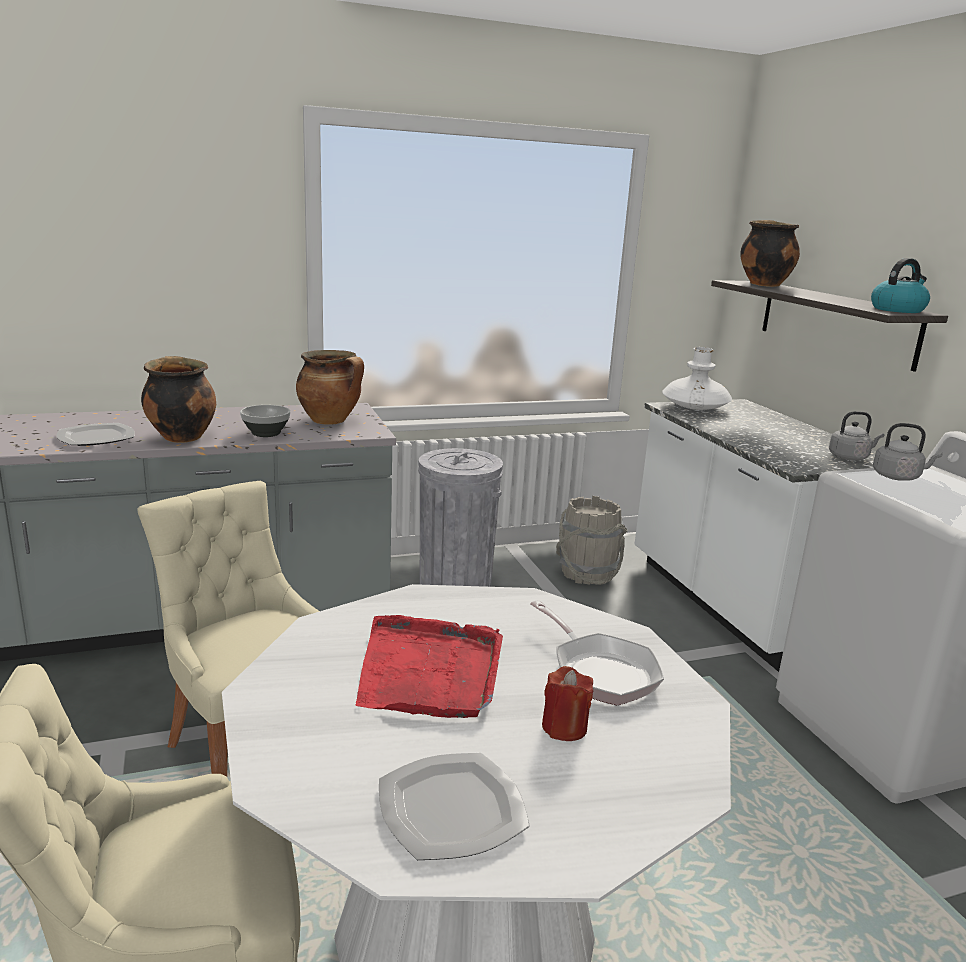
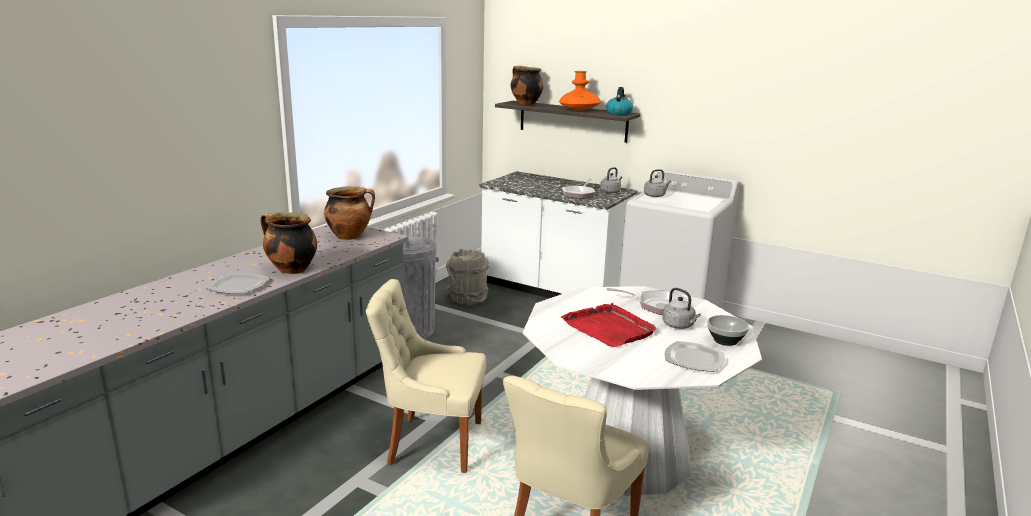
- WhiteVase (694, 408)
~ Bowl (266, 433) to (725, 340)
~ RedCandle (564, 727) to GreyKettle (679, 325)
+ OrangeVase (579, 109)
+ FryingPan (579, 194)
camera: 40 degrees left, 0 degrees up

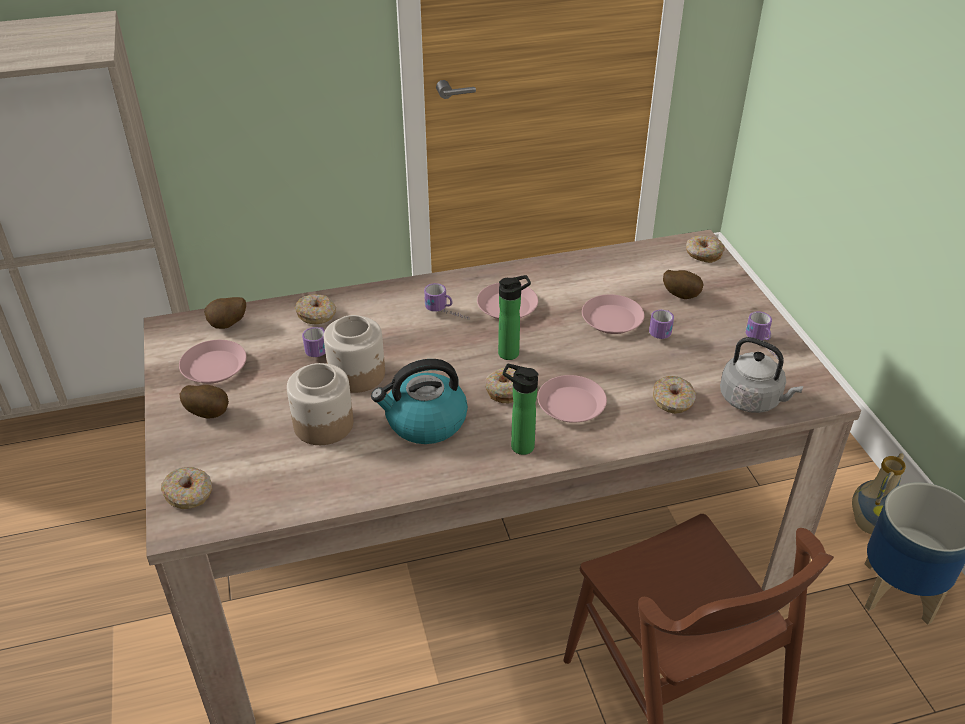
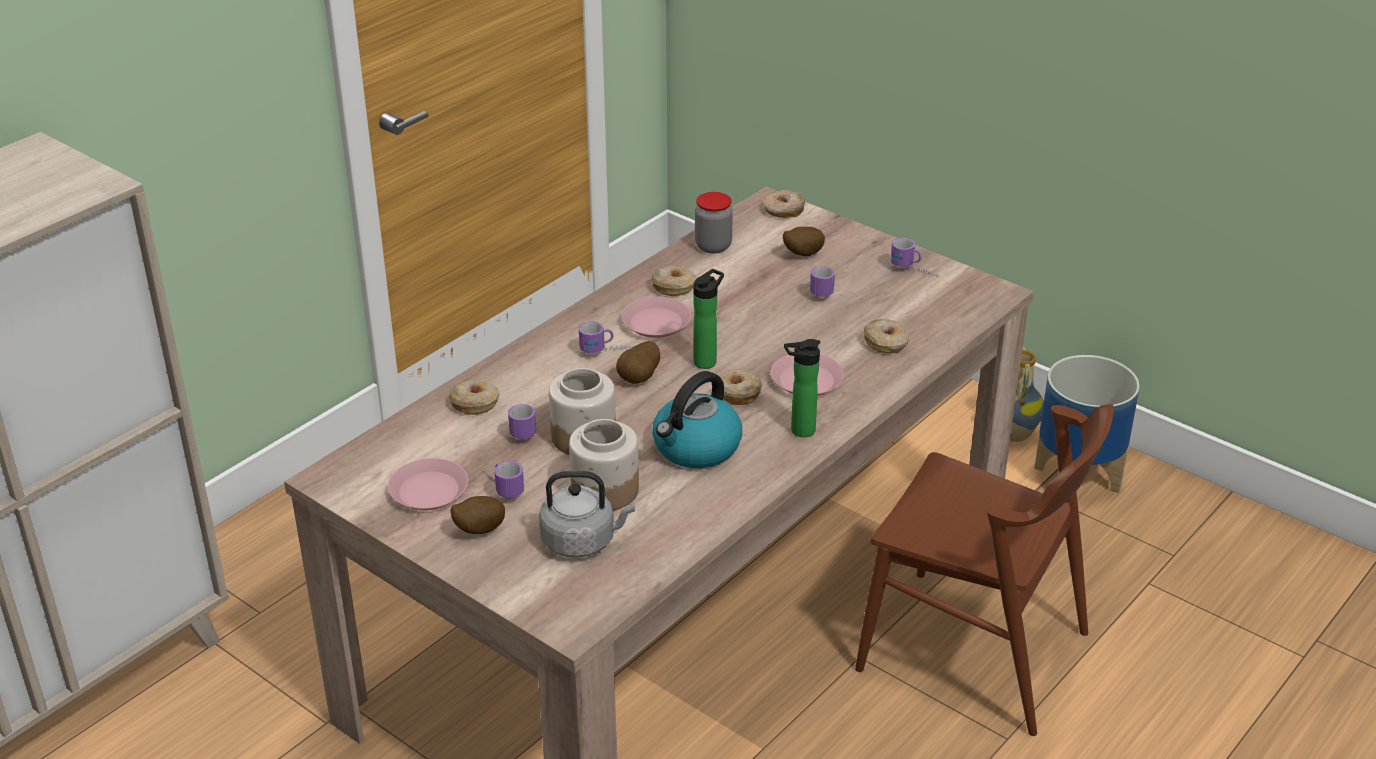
- PinkPlate (612, 319)
~ Potato (228, 326) to (640, 379)
~ GreyKettle (752, 400) to (582, 541)
~ Donut (189, 494) to (674, 287)
+ Jar (713, 246)
+ Mug (501, 488)
camera: 35 degrees left, 5 degrees down

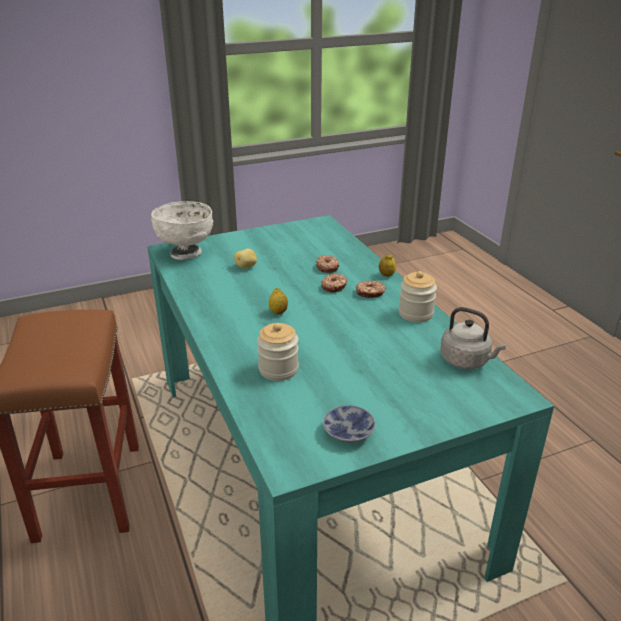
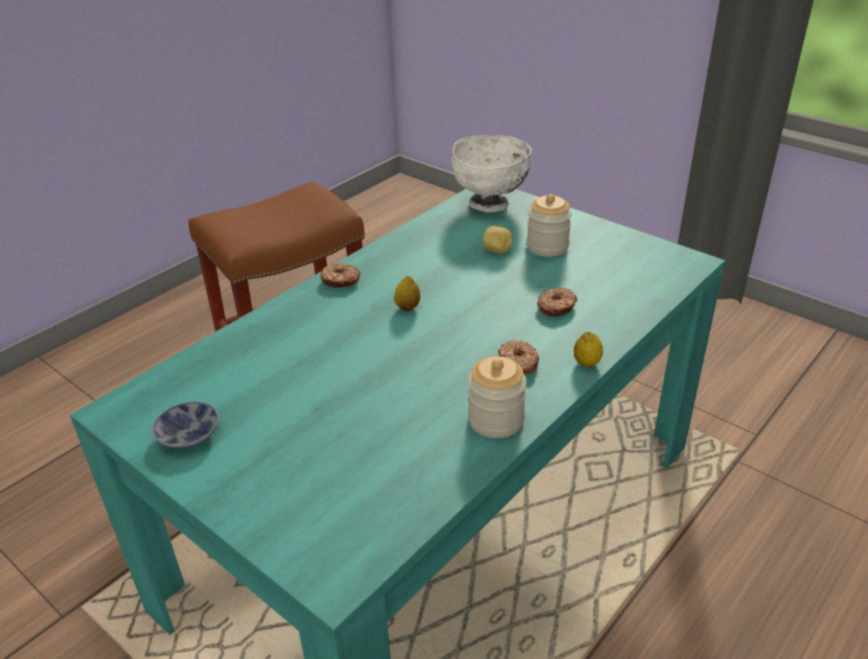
~ Donut (334, 287) to (340, 281)
- GreyKettle (467, 361)
~ Jar (278, 369) to (547, 246)
camera: 65 degrees right, 5 degrees up

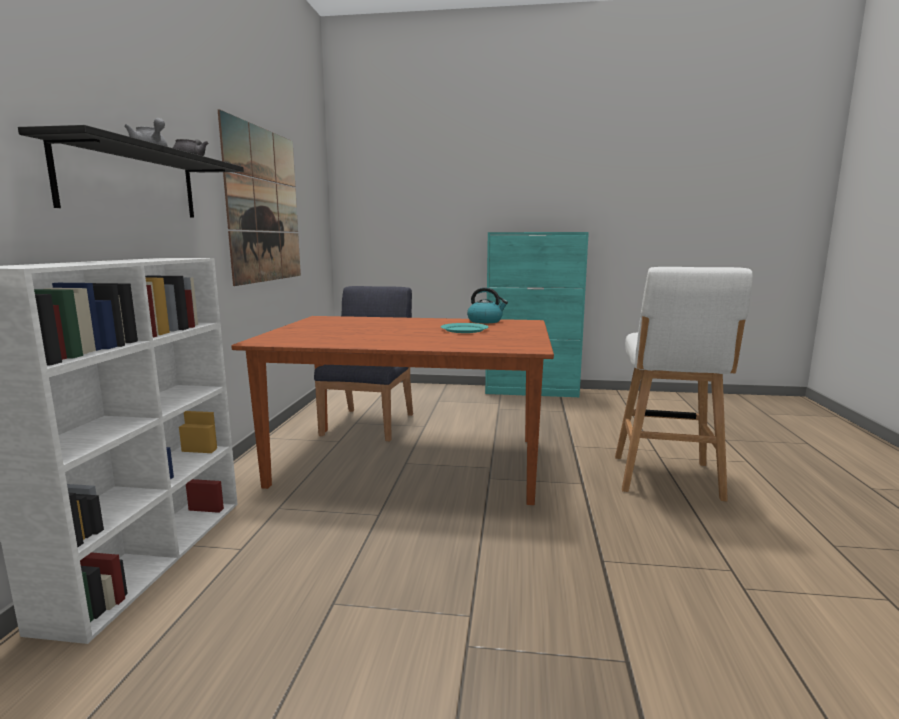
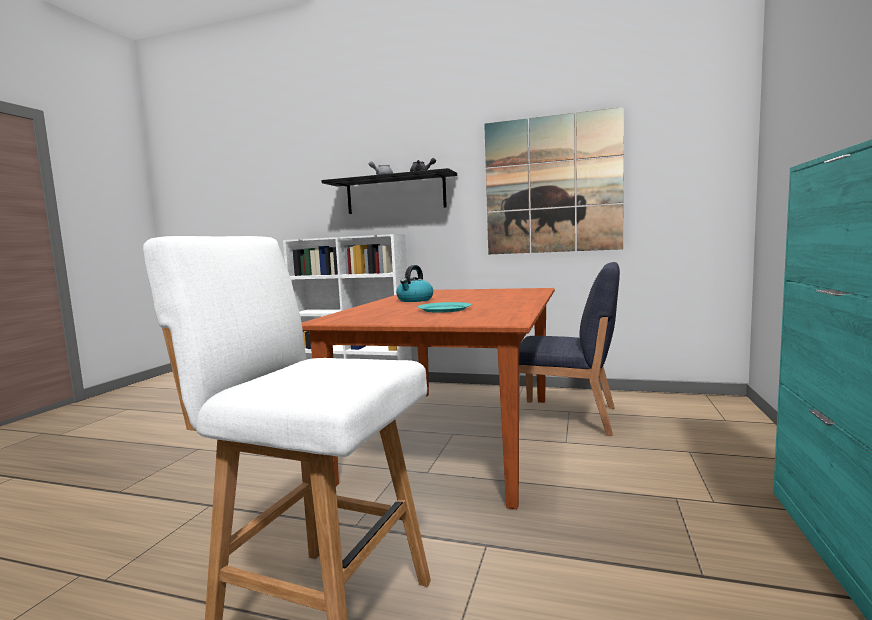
~ Kettle (485, 321) to (415, 300)
camera: 100 degrees right, 5 degrees down

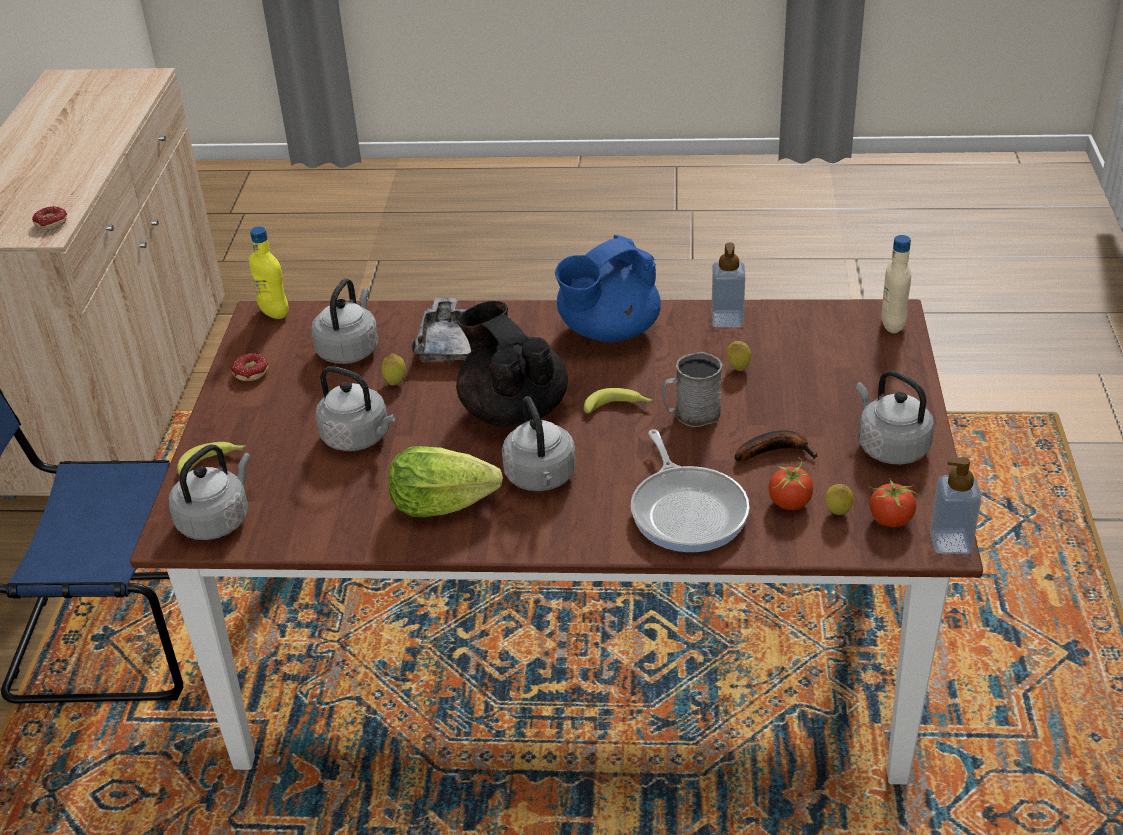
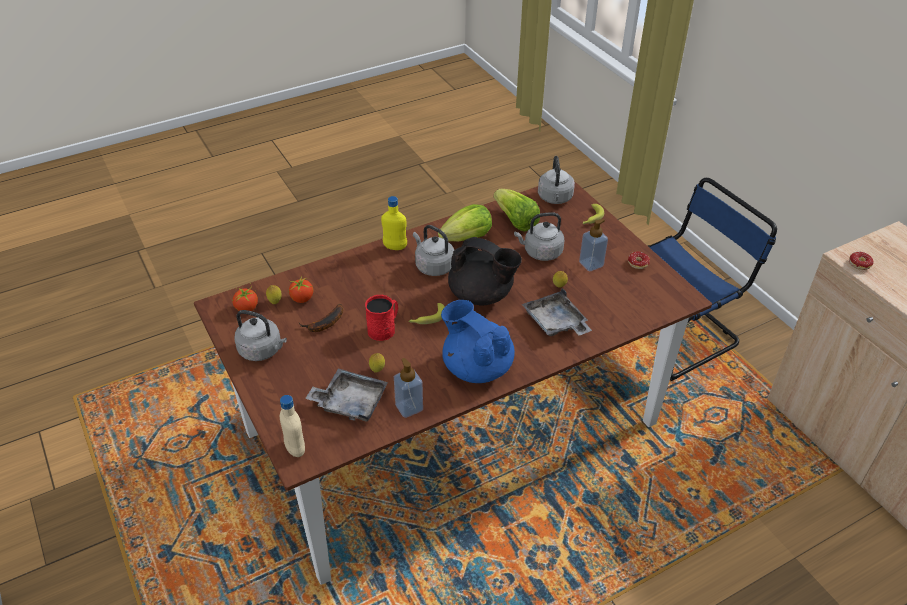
~ YellowBottle (274, 313) to (395, 247)
~ BlueTeapot (607, 331) = (476, 367) 60 degrees counterclockwise
- GreyKettle (349, 349)
~ GreyMug (691, 415) to RedMug (384, 328)
- FryingPan (687, 511)
~ SoapDispenser (950, 542) to (591, 264)
+ Lettuce (515, 221)
+ GreyTray (350, 402)
camera: 145 degrees right, 5 degrees up

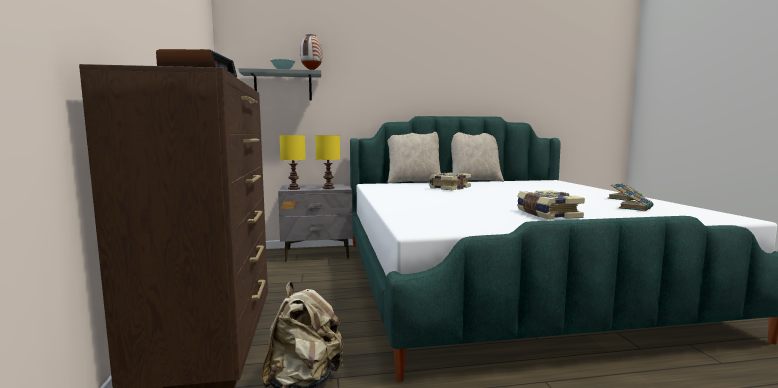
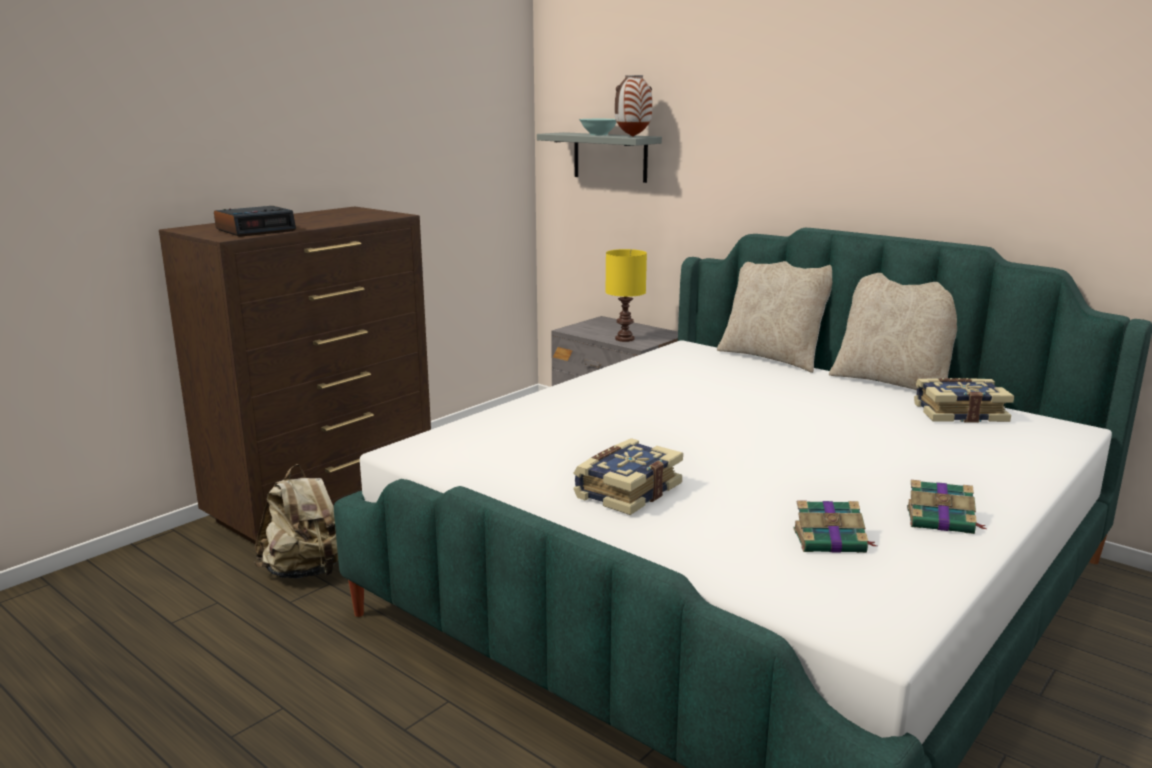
- YellowTableLamp (293, 189)
~ Book (449, 188) to (959, 413)
camera: 50 degrees right, 10 degrees up

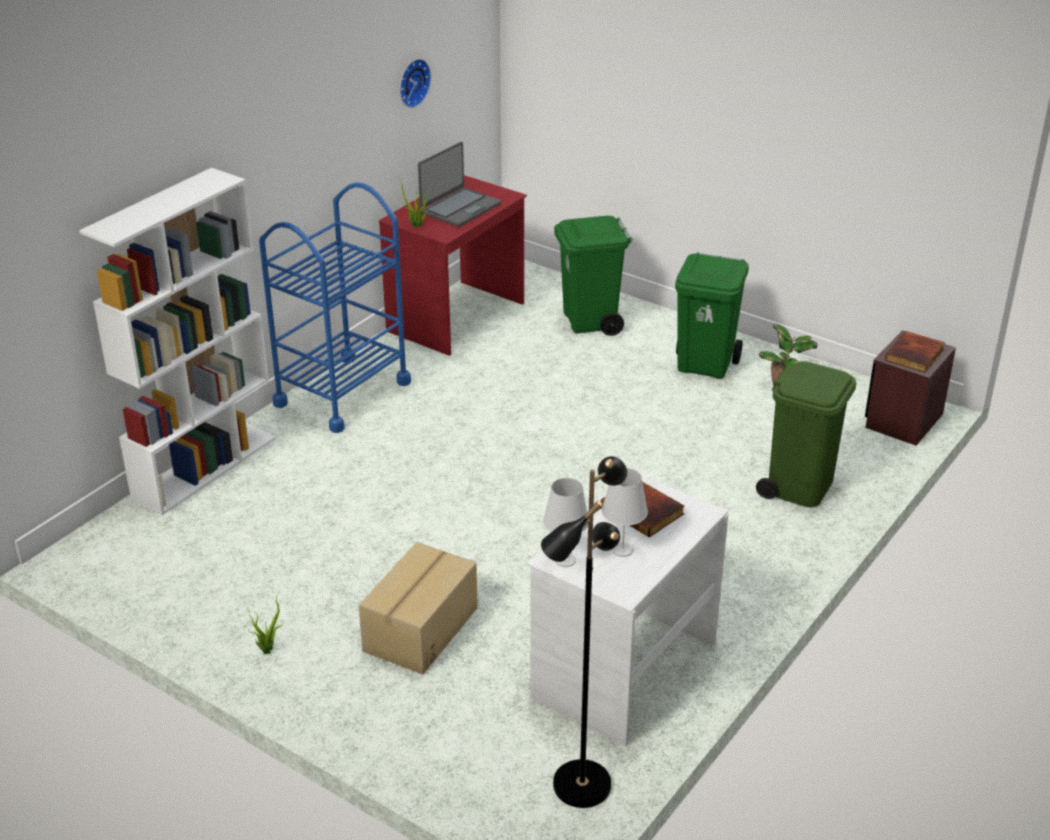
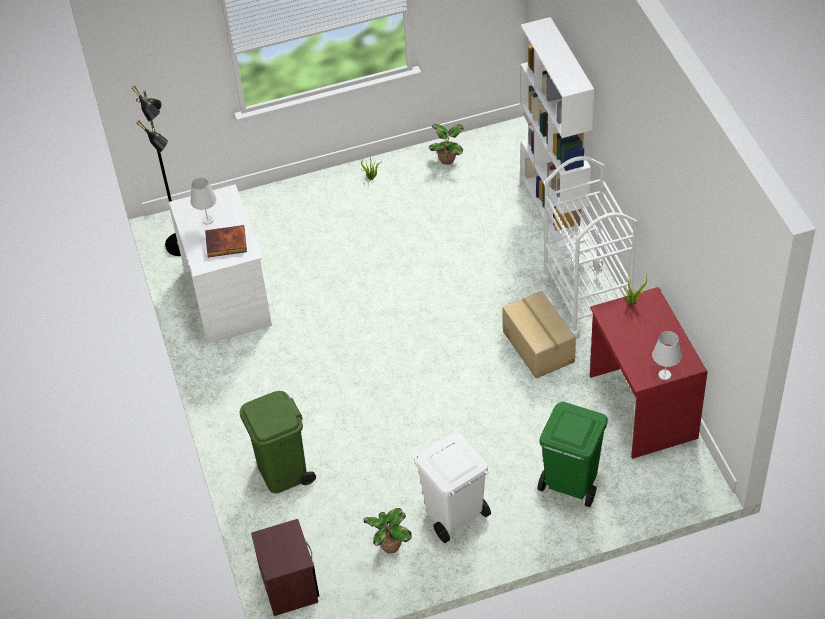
- WallClock (412, 82)
- Laptop (460, 208)
~ BlueCart (342, 393) to WhiteCart (586, 299)
~ GreenTrashCan (705, 365) to WhiteTrashCan (454, 517)
- Book (915, 355)
~ WhiteTableLamp (565, 560) to (664, 374)
~ CardboardBox (419, 629) to (539, 346)
+ PottedPlant (448, 159)
camera: 130 degrees right, 15 degrees up

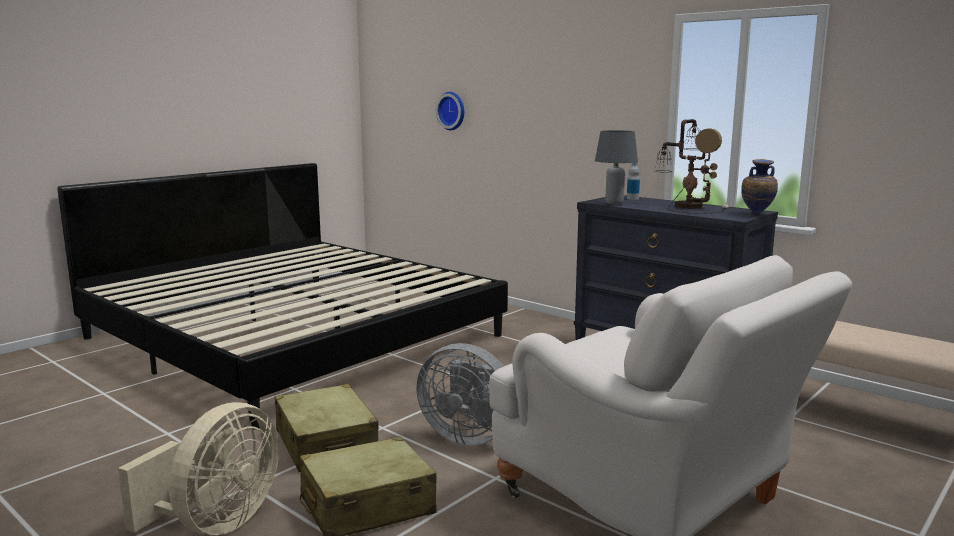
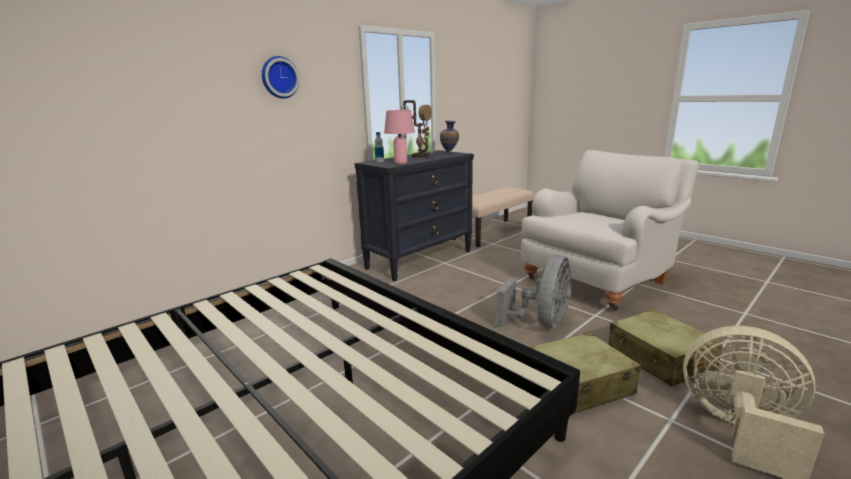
~ WallClock (452, 111) to (279, 77)
~ GreyTableLamp (614, 203) to PinkTableLamp (400, 163)
camera: 85 degrees left, 5 degrees up

